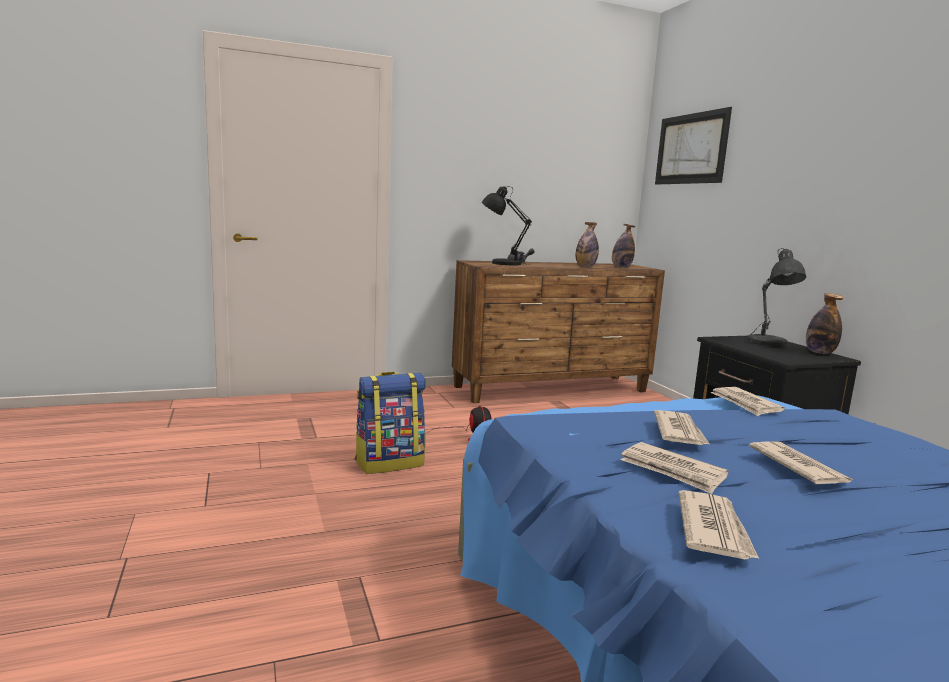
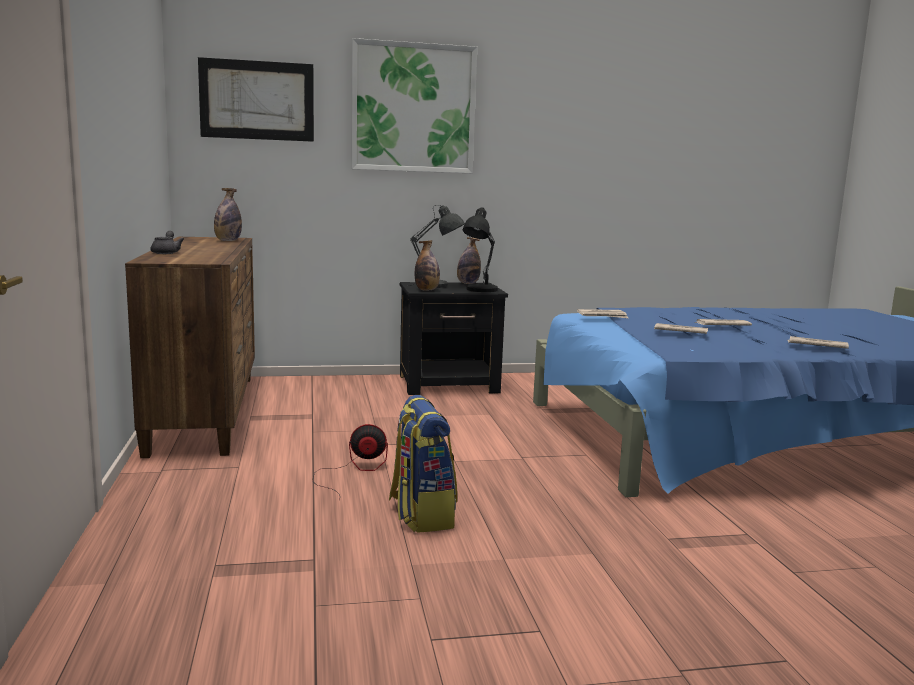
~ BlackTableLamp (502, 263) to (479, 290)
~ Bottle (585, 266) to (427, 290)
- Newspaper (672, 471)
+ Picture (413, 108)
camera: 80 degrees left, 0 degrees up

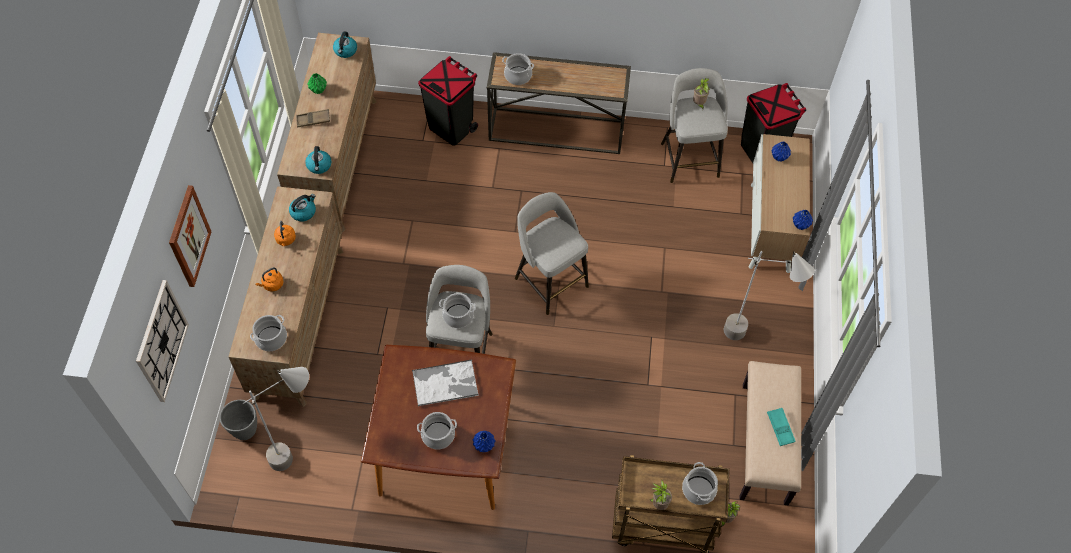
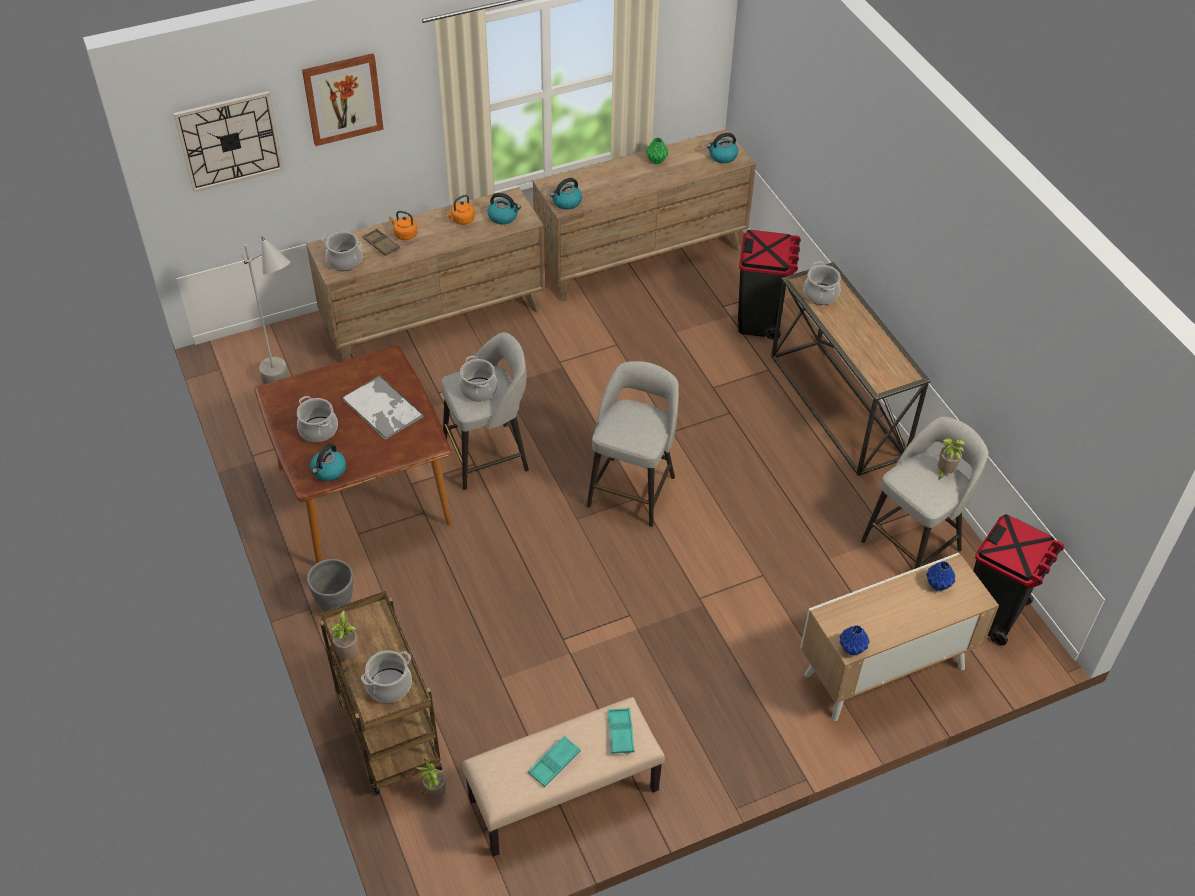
~ BrownTray (313, 120) to (381, 245)
- GreyFloorLamp (751, 340)
~ GreyPlanter (245, 430) to (336, 604)
~ BlueVase (484, 445) to Kettle (329, 471)
+ TurquoiseTray (620, 733)
camera: 60 degrees right, 10 degrees down

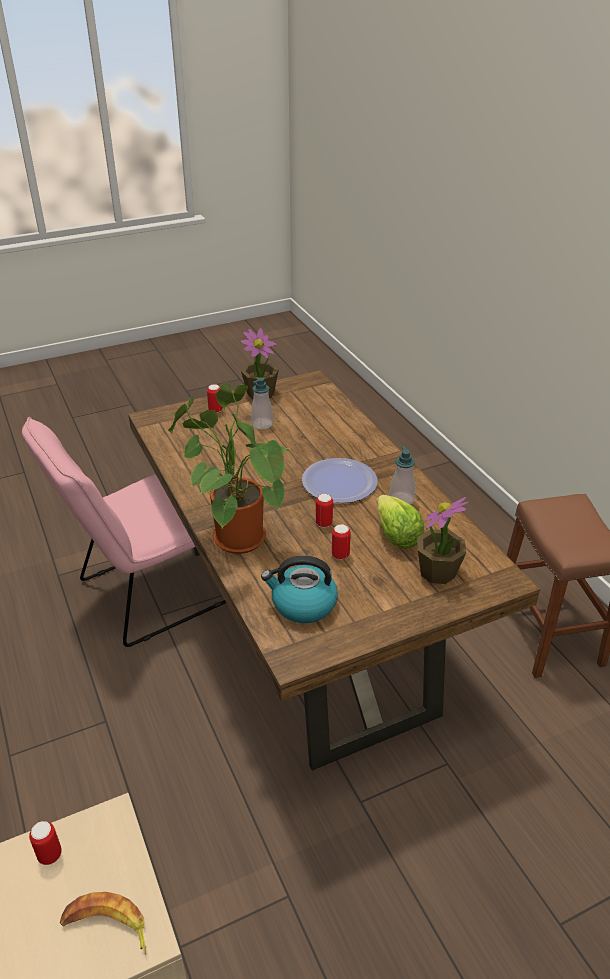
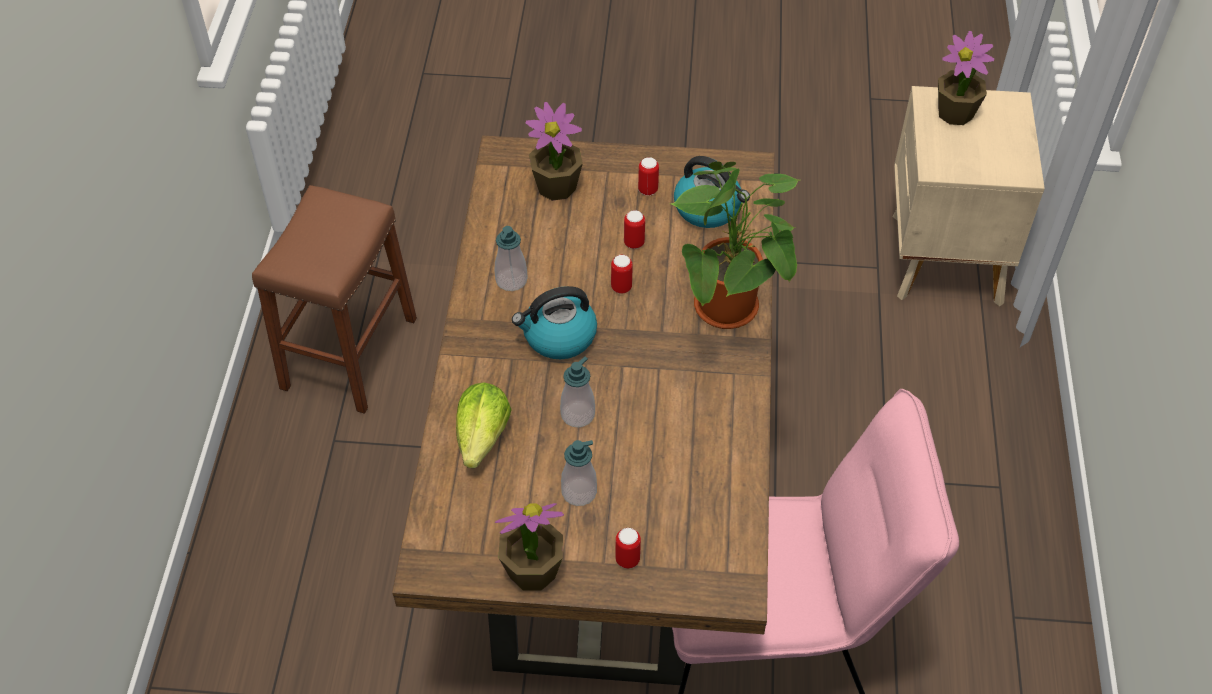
~ Plate (339, 482) to Kettle (558, 337)
~ Lettuce (396, 536) to (483, 437)
~ Can (50, 855) to (648, 190)
~ Banana (107, 927) to PottedPlant (955, 113)
+ SoapDispenser (577, 414)
camera: 150 degrees left, 15 degrees up

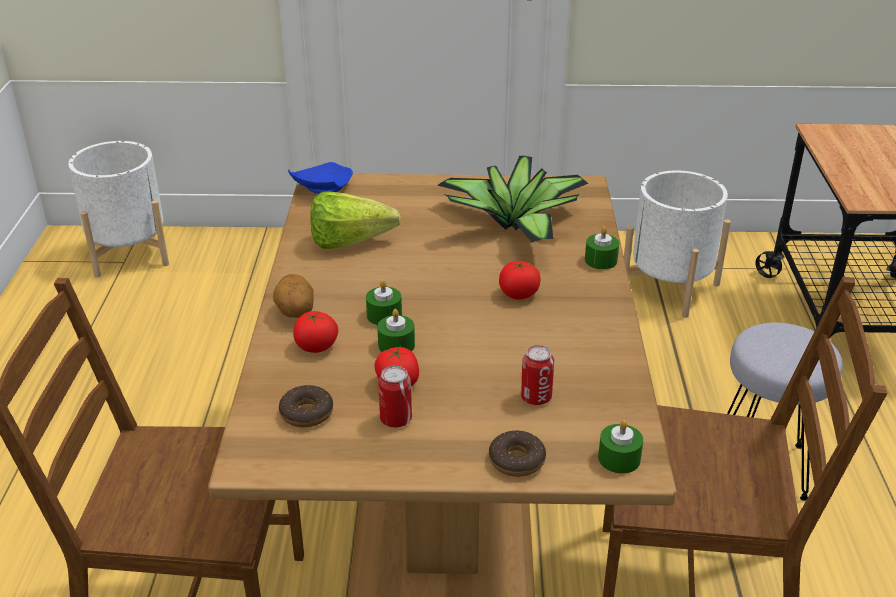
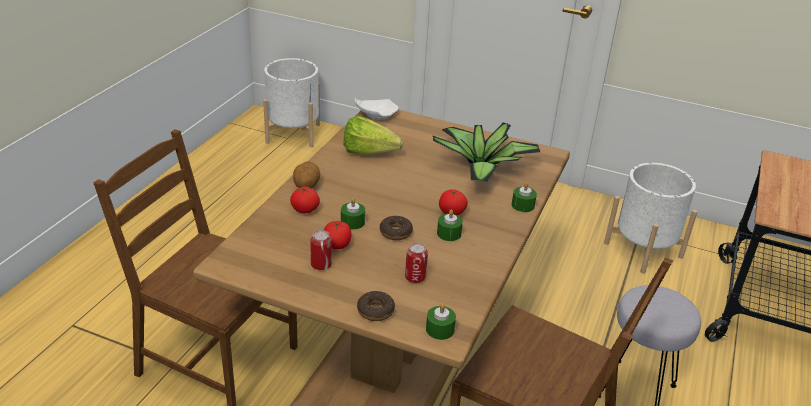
~ BluePlate (321, 188) to WhitePlate (375, 115)
~ GreenCandle (384, 315) to (449, 233)
~ Donut (306, 413) to (395, 232)
camera: 20 degrees right, 0 degrees up

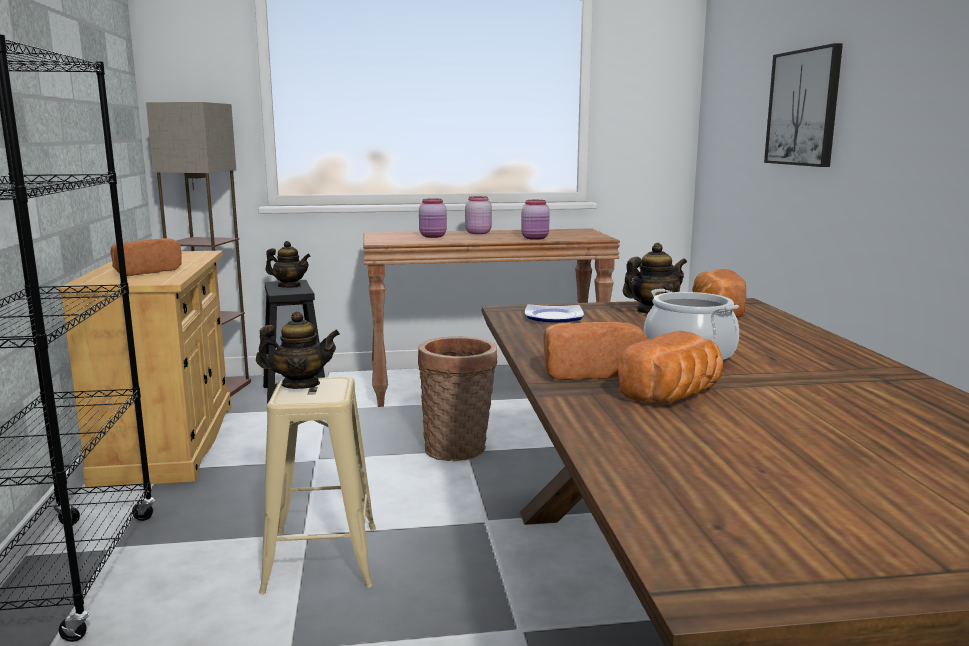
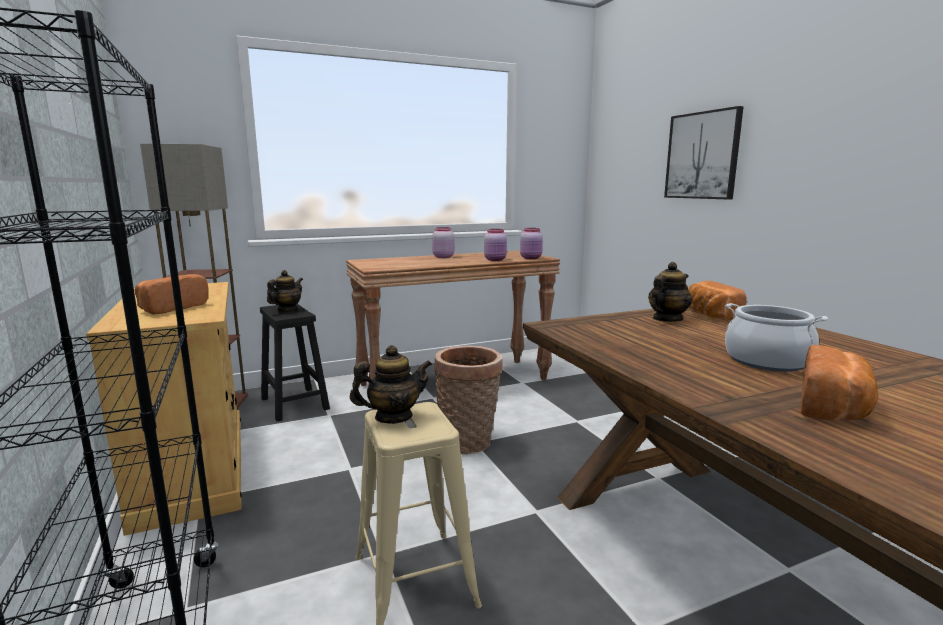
~ PinkJar (433, 236) to (531, 258)
~ Teapot (289, 286) = (287, 310) 60 degrees counterclockwise
- Plate (555, 317)
- Bread (589, 372)
camera: 15 degrees left, 0 degrees up

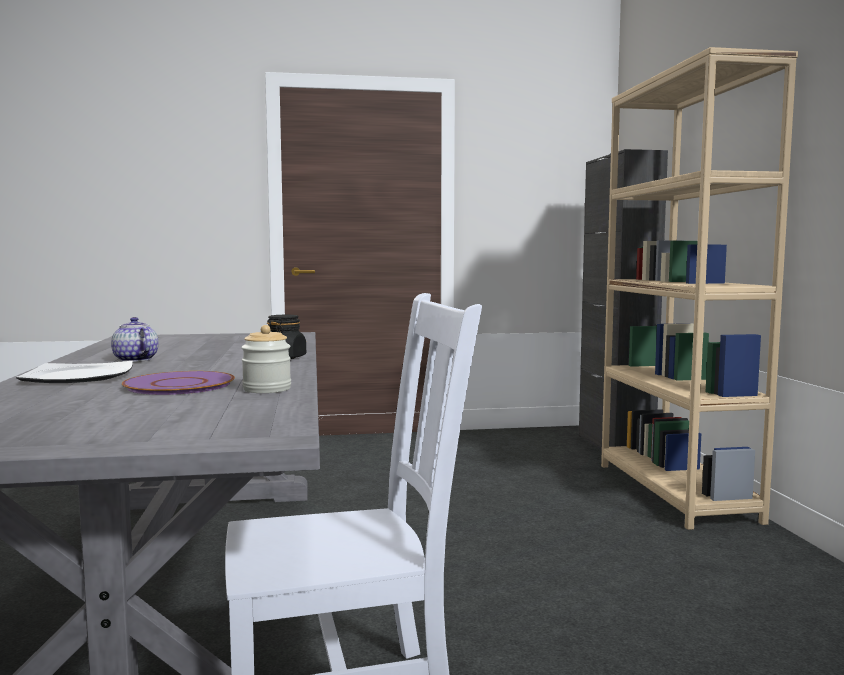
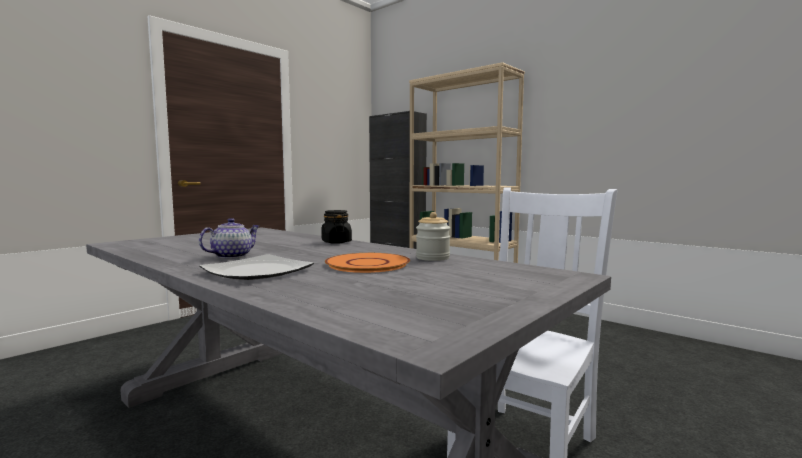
~ Teapot (134, 360) = (232, 256) 120 degrees clockwise
~ PurplePlate (179, 385) to OrangePlate (368, 264)
camera: 40 degrees left, 0 degrees up

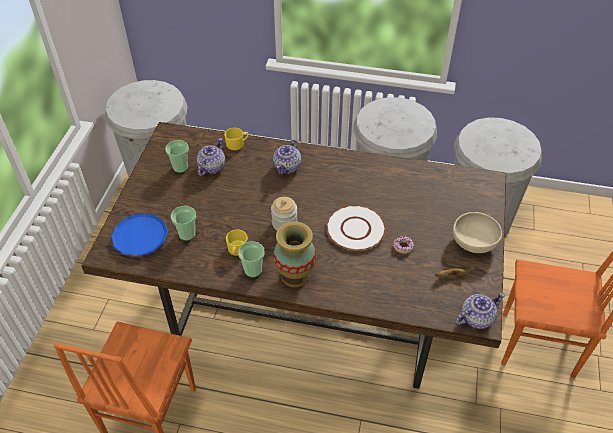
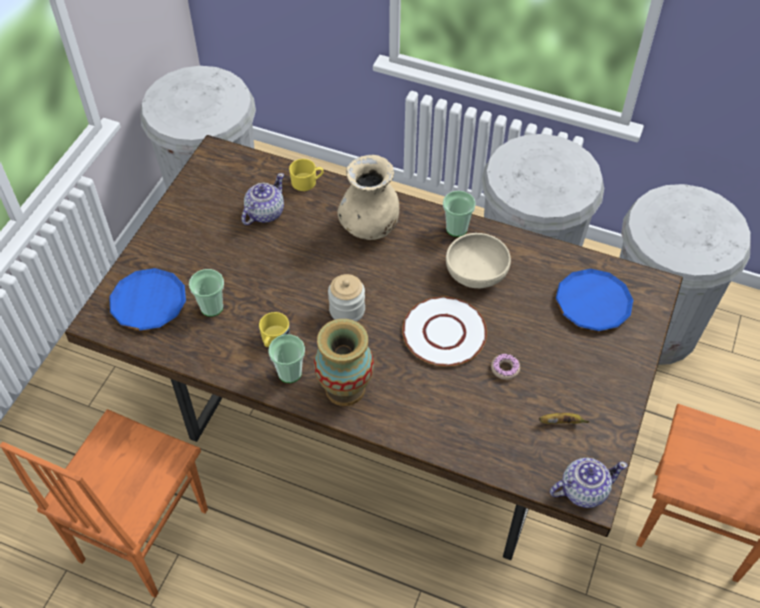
~ Teapot (287, 167) to BeigeVase (369, 226)
~ Cup (180, 167) to (456, 228)
~ BeigeBowl (474, 242) to (476, 273)
+ BluePlate (593, 303)
camera: 10 degrees right, 5 degrees up

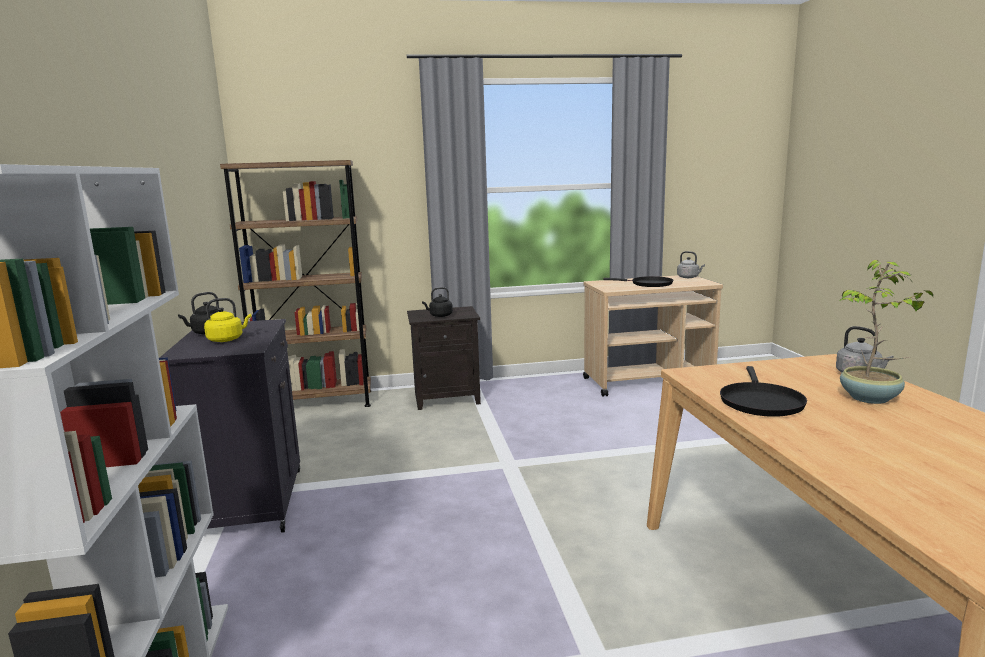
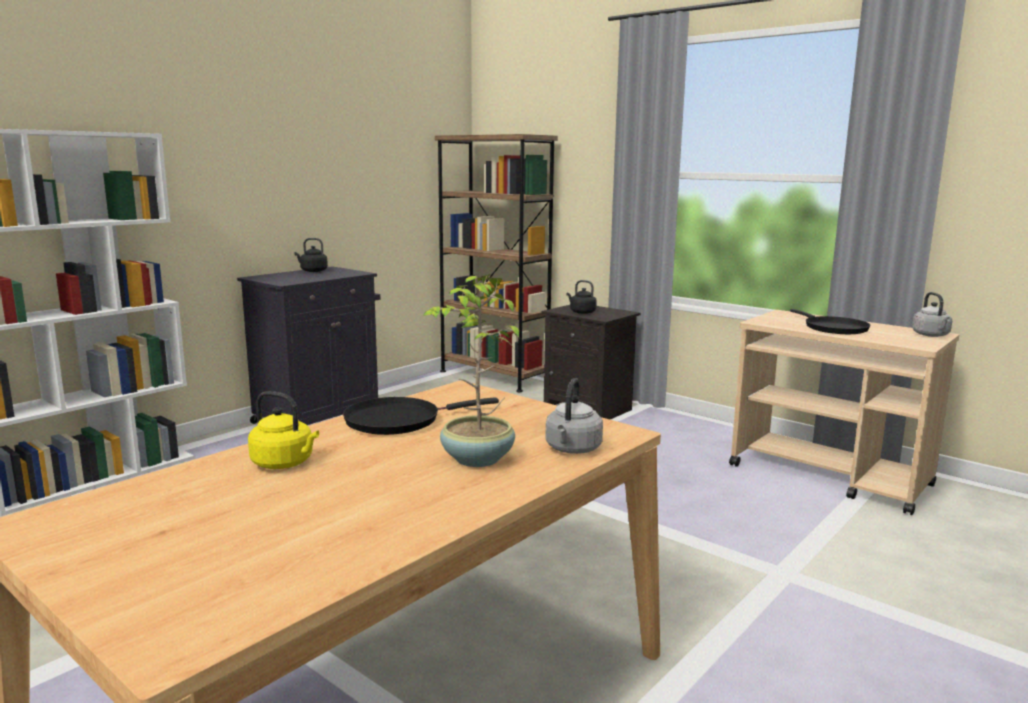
~ YellowKettle (227, 339) to (285, 463)
camera: 50 degrees right, 0 degrees up

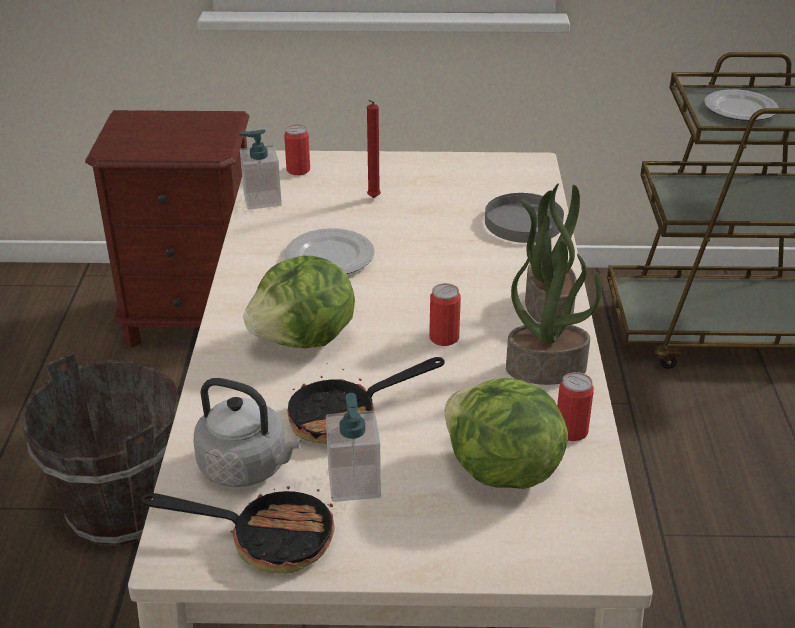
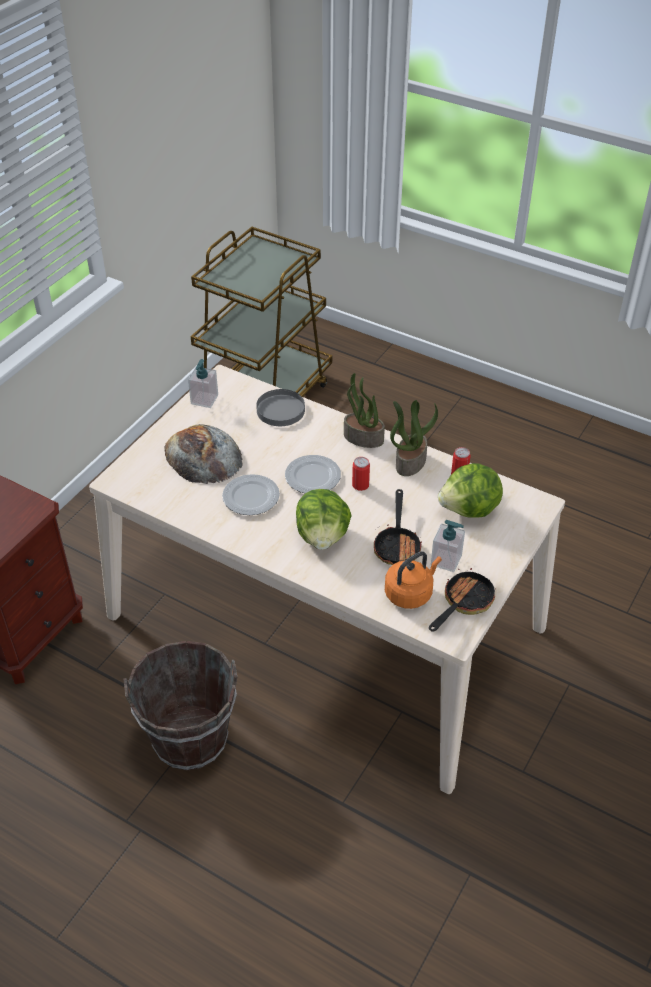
~ Plate (739, 109) to (312, 477)
~ RedCandle (373, 199) to Bread (203, 456)
- Can (298, 170)
~ SoapDispenser (262, 199) to (204, 399)
~ GreyKettle (248, 467) to OrangeKettle (410, 593)
camera: 60 degrees left, 10 degrees up

